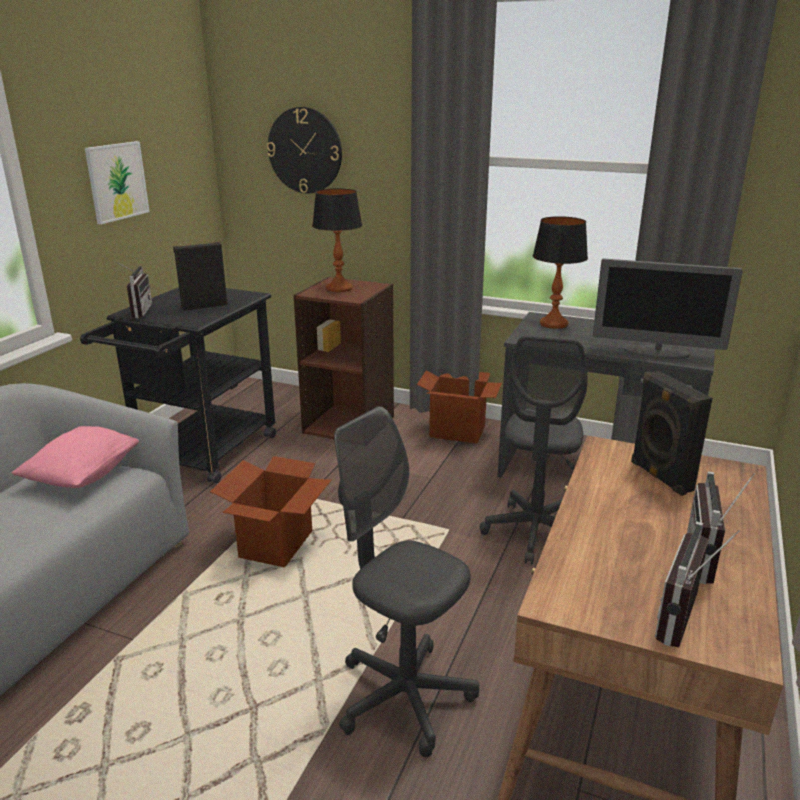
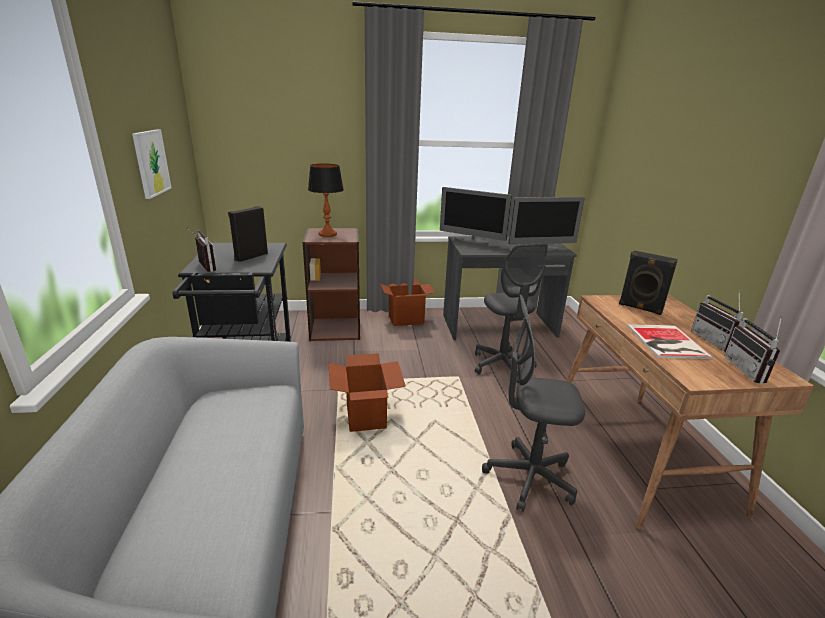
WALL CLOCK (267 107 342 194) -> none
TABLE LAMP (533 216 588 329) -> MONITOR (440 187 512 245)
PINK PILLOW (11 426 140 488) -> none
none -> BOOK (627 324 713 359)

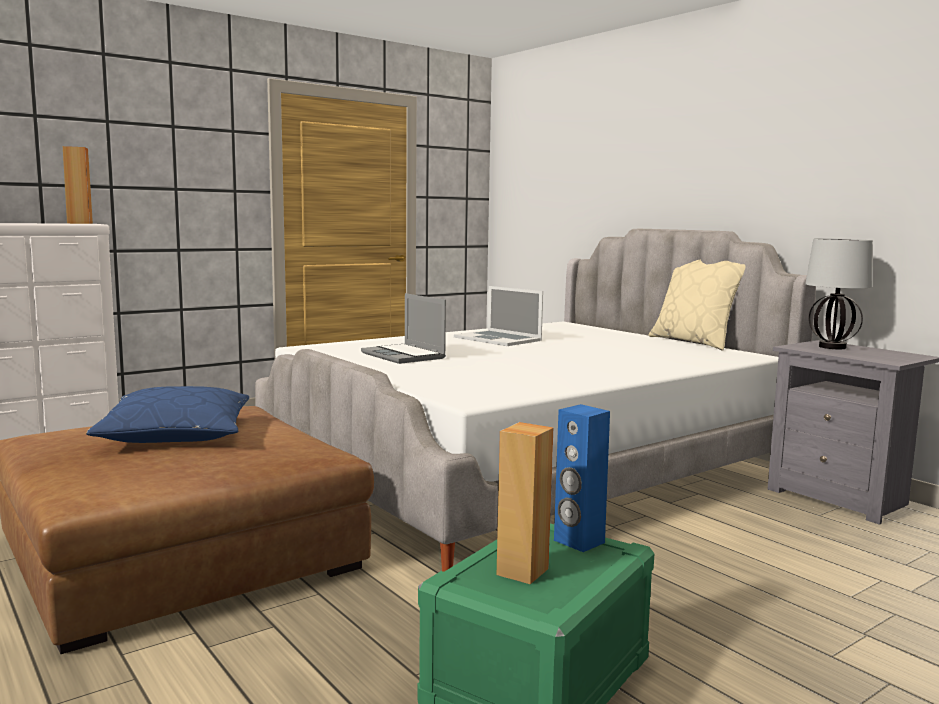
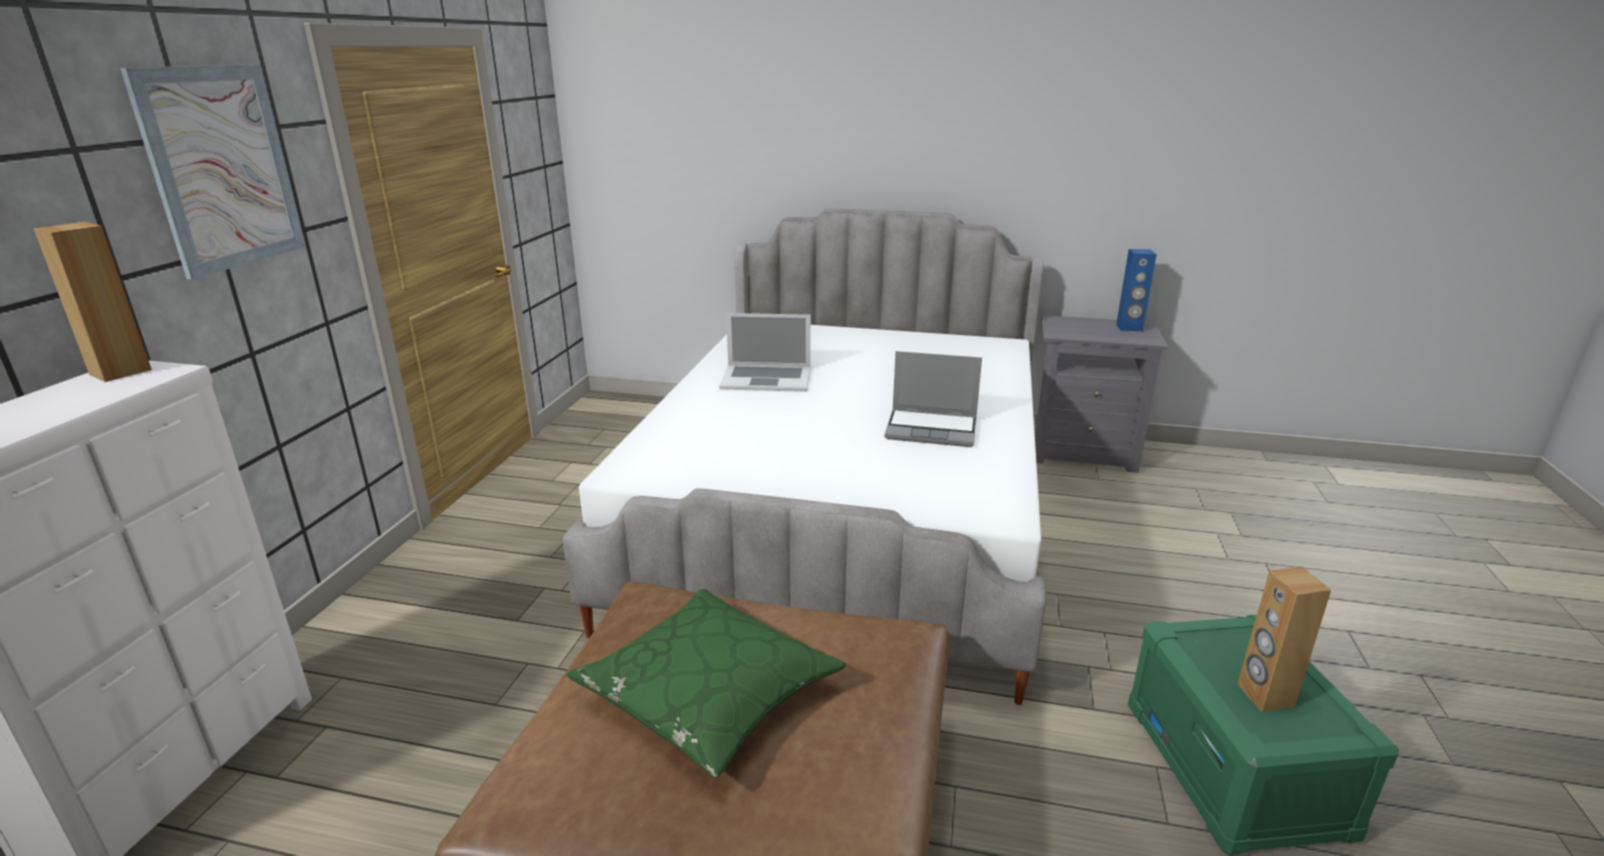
TABLE LAMP (805 239 873 349) -> none
BEIGE PILLOW (648 260 746 351) -> none
LAPTOP (361 293 446 364) -> LAPTOP (885 351 982 447), move
BLUE PILLOW (86 386 249 443) -> GREEN PILLOW (566 589 846 779)
BLUE SPEAKER (554 404 610 552) -> BLUE SPEAKER (1116 249 1157 331), move
none -> PICTURE (120 64 306 280)

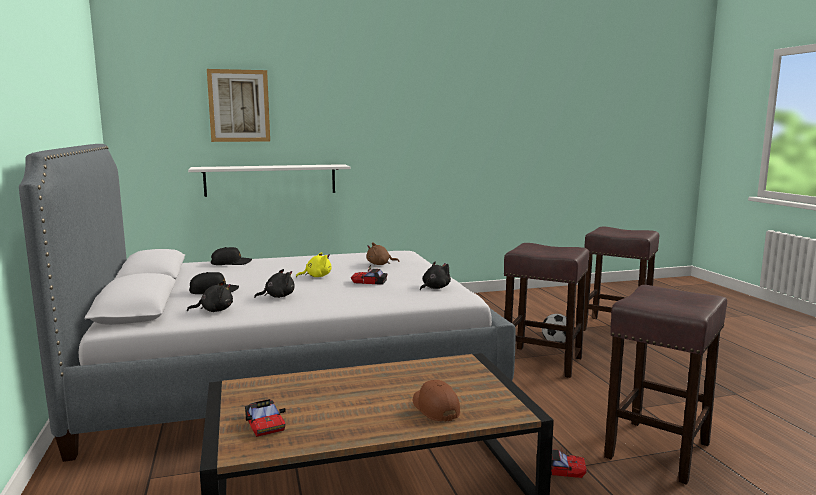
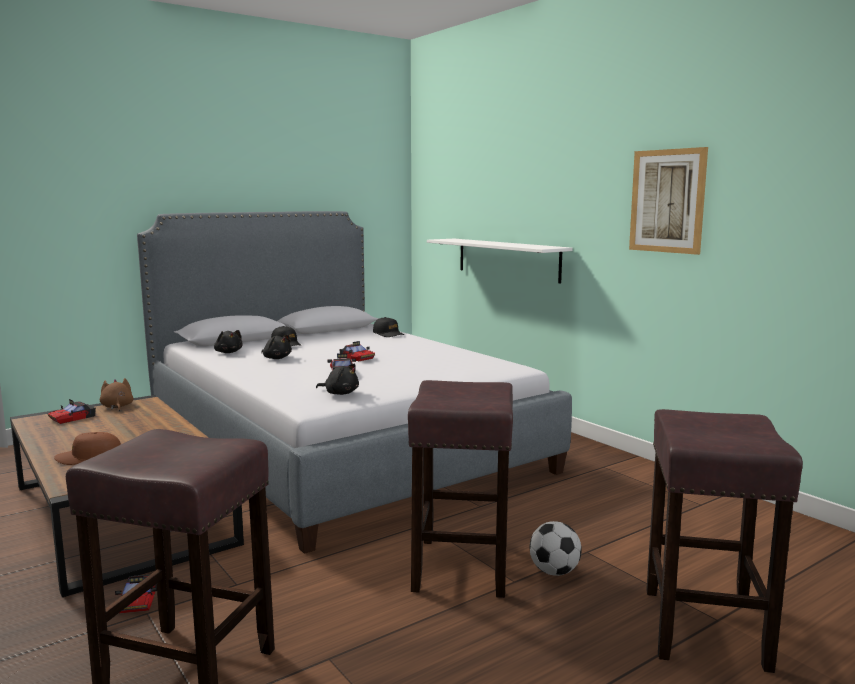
PICTURE (207 69 270 142) -> PICTURE (629 147 708 255), move
BROWN PLUSH TOY (366 242 400 265) -> BROWN PLUSH TOY (100 378 134 411), move
YELLOW PLUSH TOY (296 252 331 277) -> TOY CAR (339 341 375 361)
BROWN CAP (413 380 460 422) -> BROWN CAP (54 432 121 465), 150 degrees counterclockwise

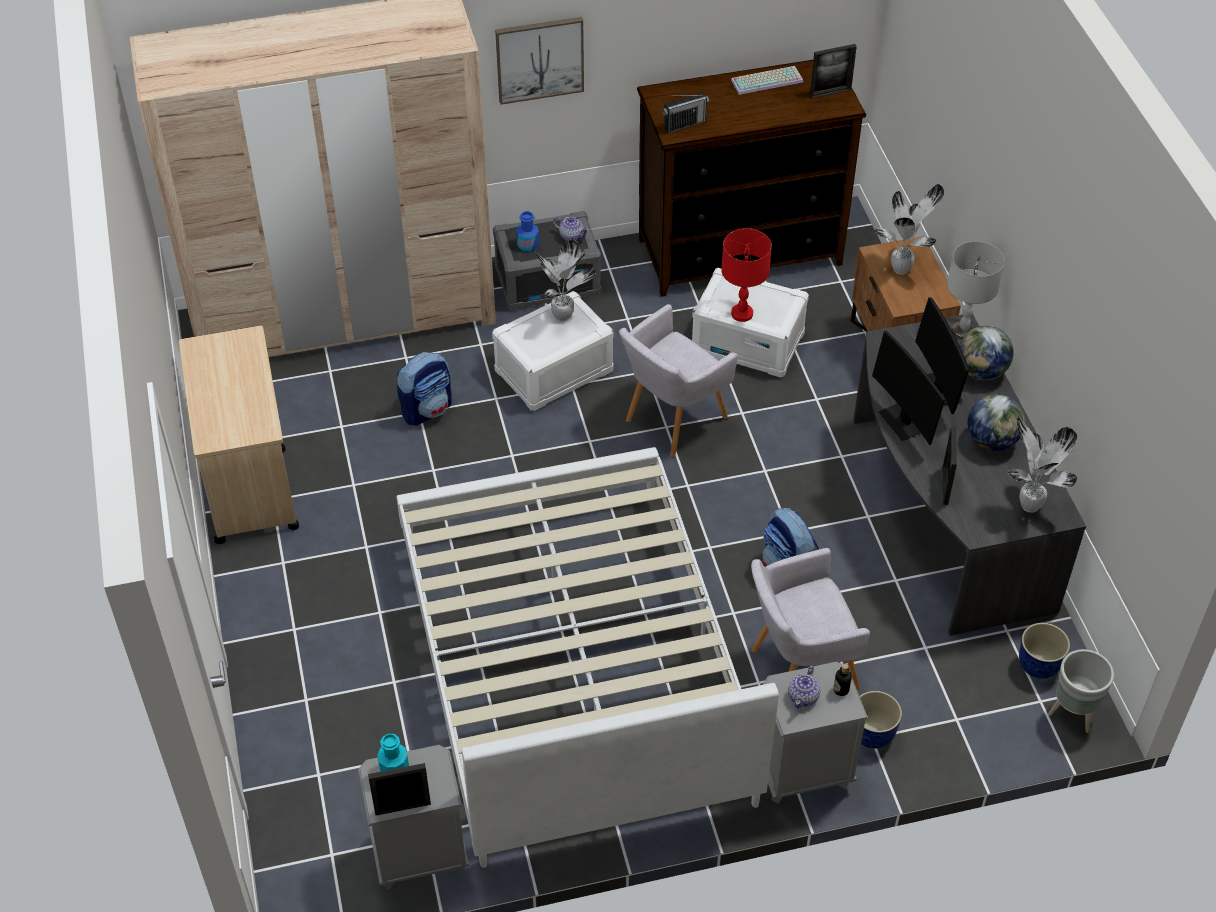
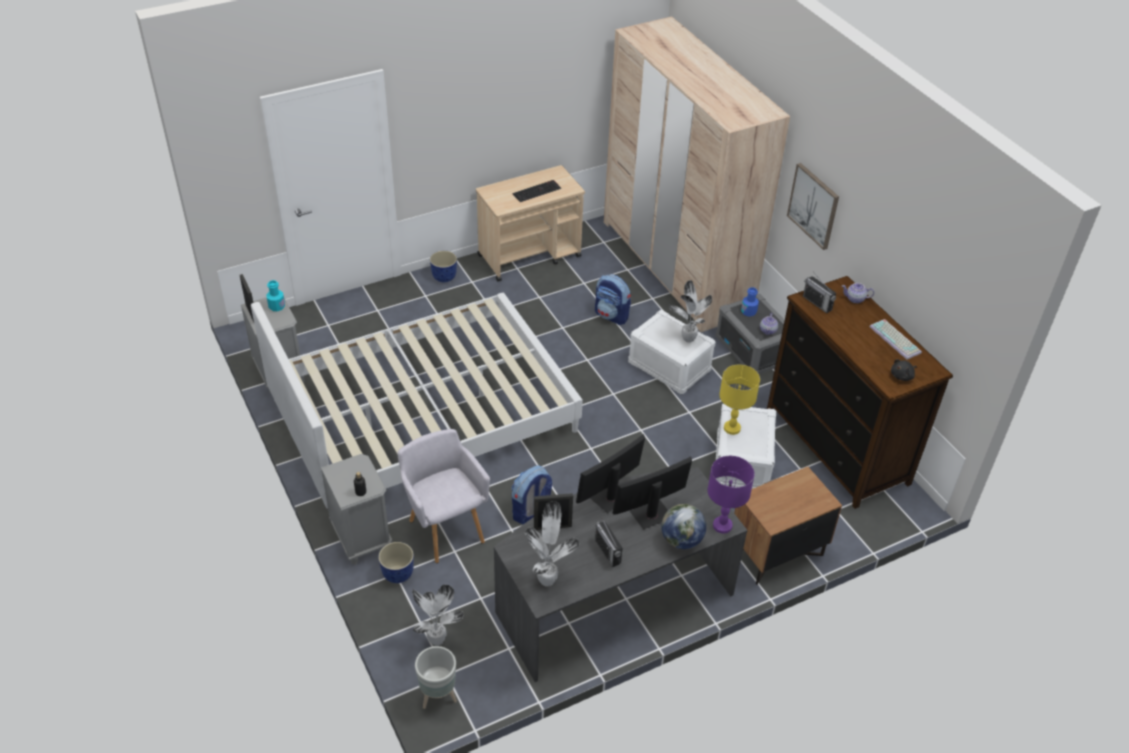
PICTURE FRAME (810 44 857 99) -> BLACK PLUSH TOY (891 359 917 381)
POTTED PLANT (875 184 944 275) -> POTTED PLANT (412 584 464 646), move
RED TABLE LAMP (721 228 772 322) -> YELLOW TABLE LAMP (719 365 760 435)
GREY TABLE LAMP (947 241 1005 340) -> PURPLE TABLE LAMP (708 456 755 534)
GREY ARMCHAIR (619 304 738 458) -> none
GLOBE (968 394 1025 451) -> RADIO (595 518 622 567)
PLANTER (1019 623 1070 679) -> PLANTER (430 251 457 282), move
TEAPOT (788 666 820 708) -> TEAPOT (842 283 874 303), move
none -> KEYBOARD (513 180 561 202)

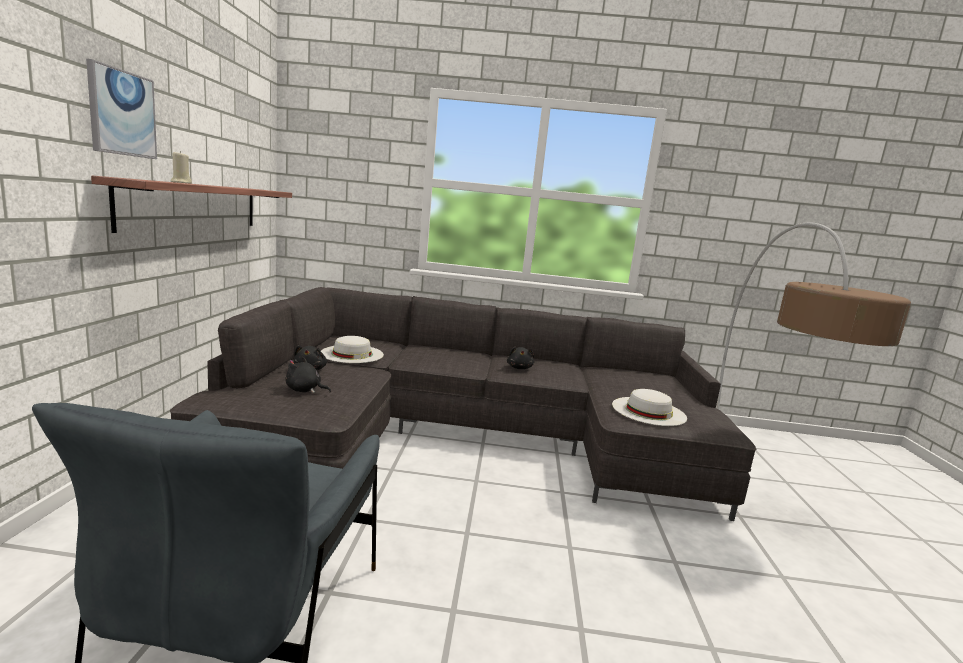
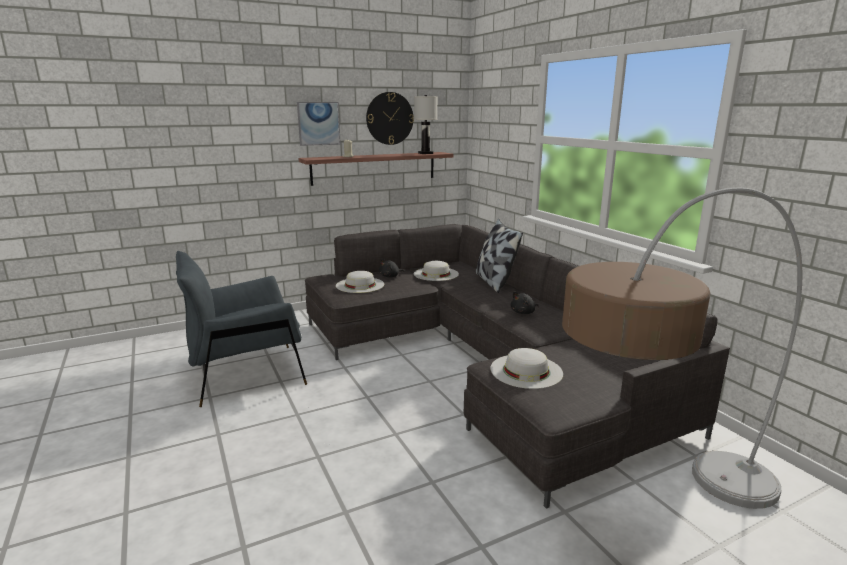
BLACK PLUSH TOY (285 357 331 393) -> WHITE HAT (336 271 384 293)
none -> WALL CLOCK (366 92 414 145)
none -> WHITE TABLE LAMP (414 95 438 154)
none -> PILLOW (476 219 523 293)

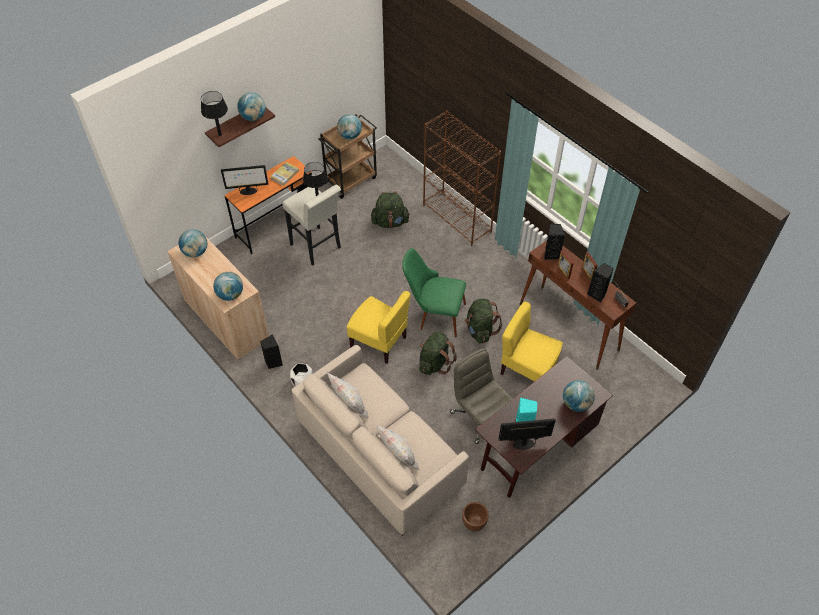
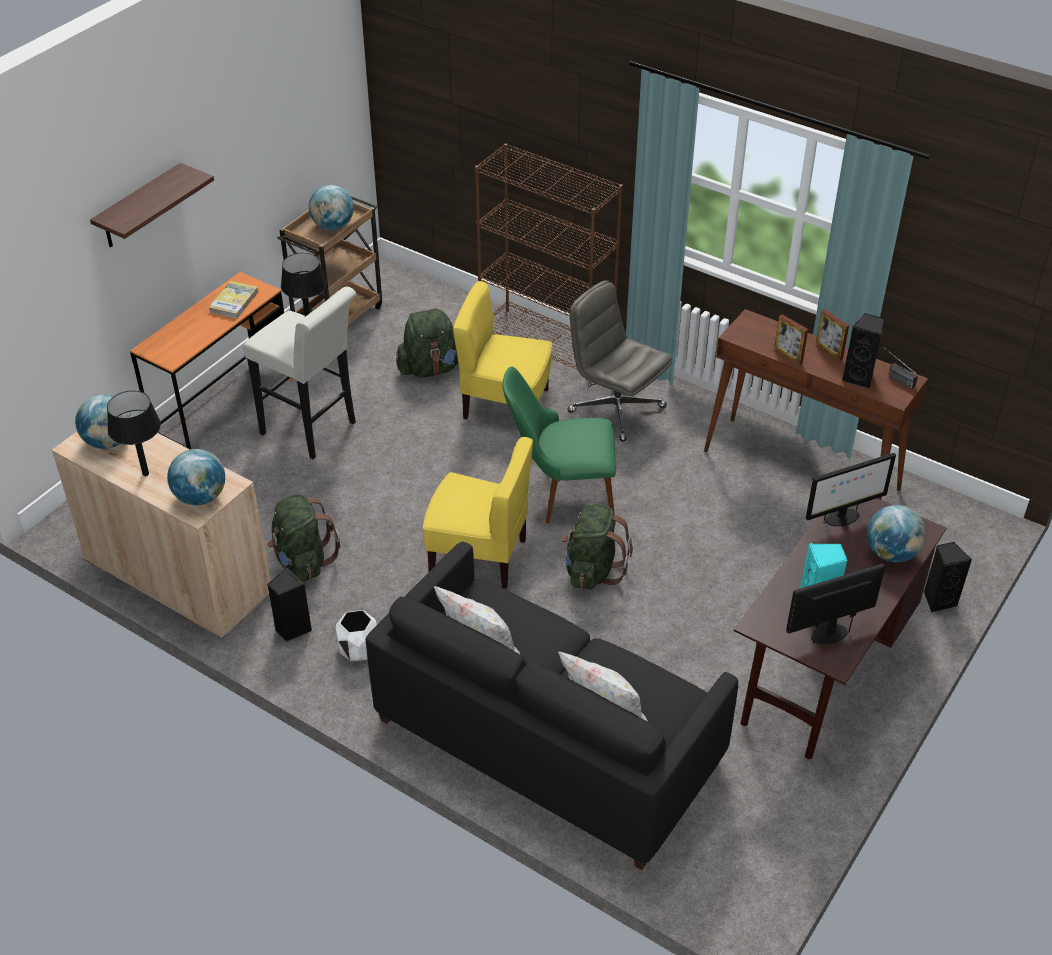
BLACK TABLE LAMP (201 91 228 136) -> BLACK TABLE LAMP (107 391 161 476), move
GLOBE (237 92 266 121) -> none
MONITOR (221 165 269 195) -> MONITOR (806 453 896 526), move
BLACK SPEAKER (544 224 565 260) -> BLACK SPEAKER (924 542 972 613), move
GREEN BACKPACK (465 298 502 344) -> GREEN BACKPACK (267 494 340 582), move
YELLOW CHAIR (501 301 563 381) -> YELLOW CHAIR (453 281 552 419), move
BEIGE SOFA (292 345 469 536) -> BLACK SOFA (365 542 738 870)
GREY OFFICE CHAIR (450 348 513 444) -> GREY OFFICE CHAIR (567 280 672 442), move
BROWN PLANTER (462 502 489 531) -> none

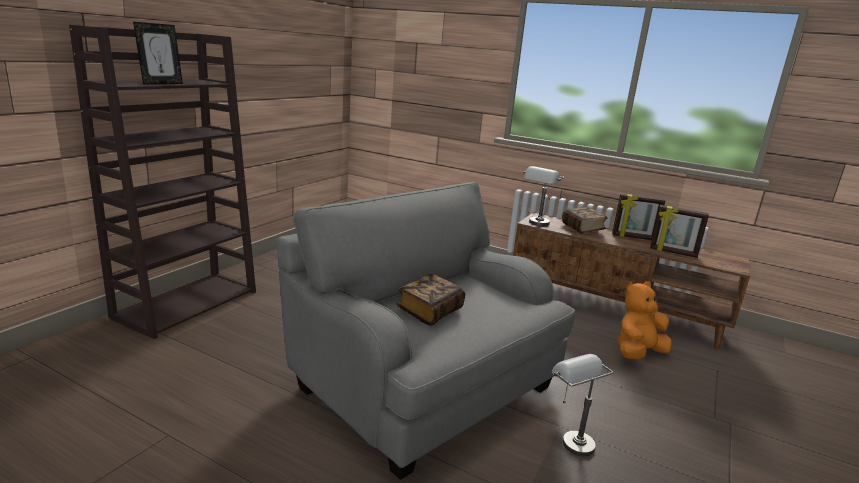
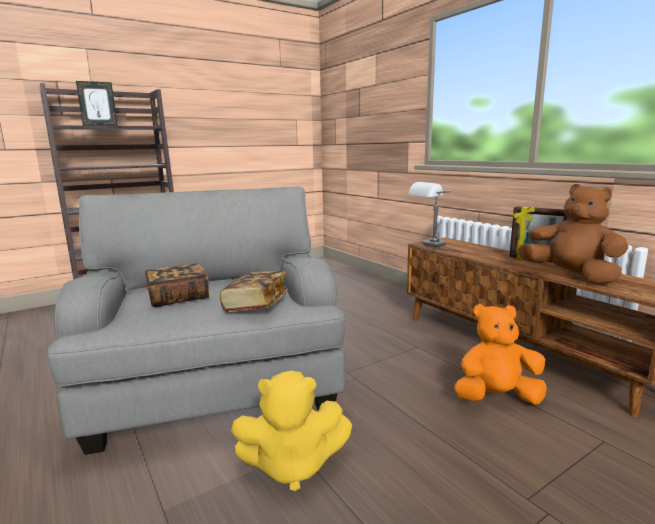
PICTURE FRAME (650 205 709 258) -> BROWN PLUSH TOY (518 184 629 283)
BOOK (562 207 607 234) -> BOOK (220 271 288 312), move
GREY TABLE LAMP (552 354 613 456) -> YELLOW PLUSH TOY (231 371 352 492)

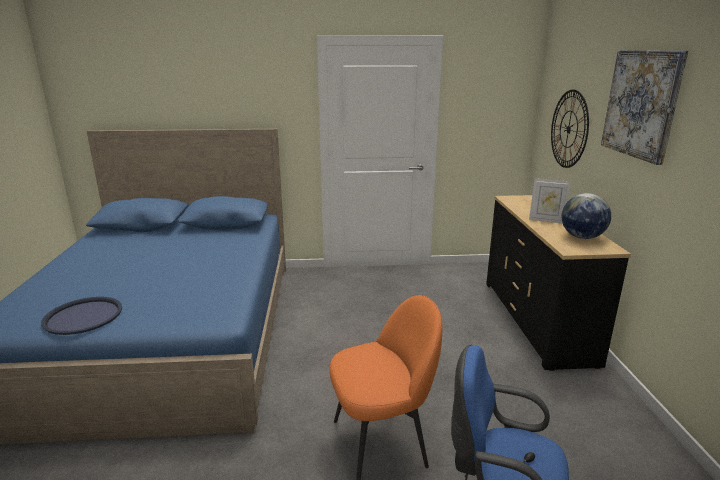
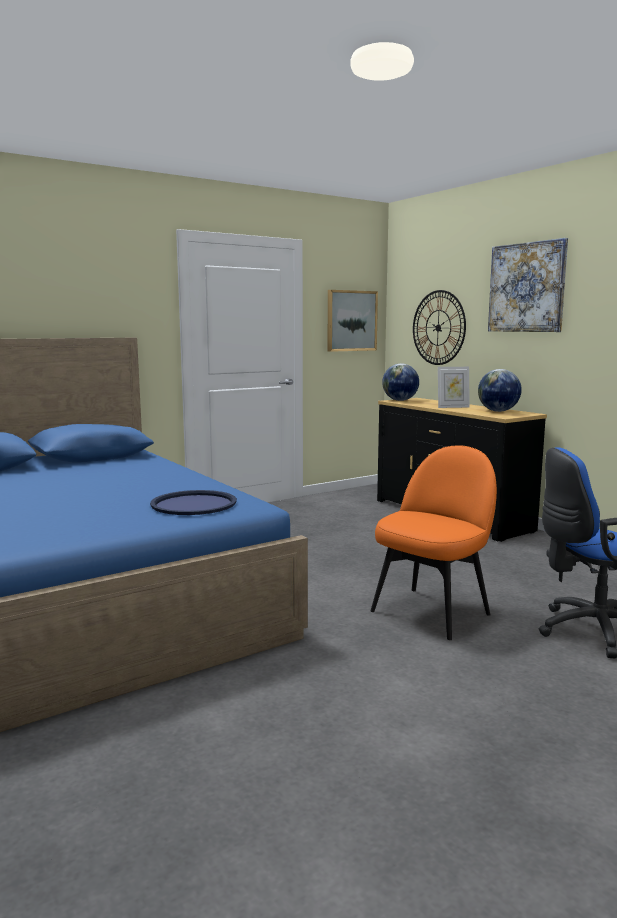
BLUE TRAY (41 297 122 335) -> BLUE TRAY (150 490 237 515), move
none -> PICTURE (327 290 378 352)
none -> GLOBE (382 363 419 401)

